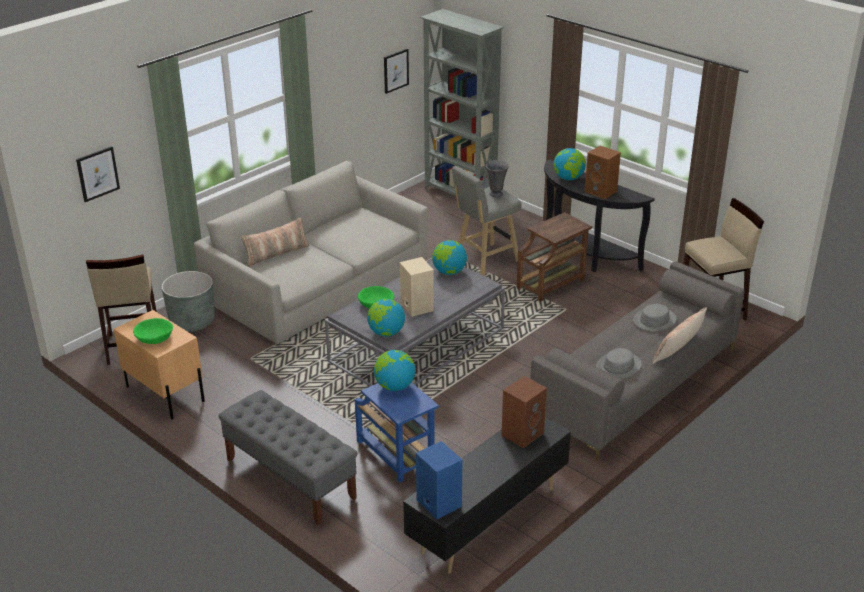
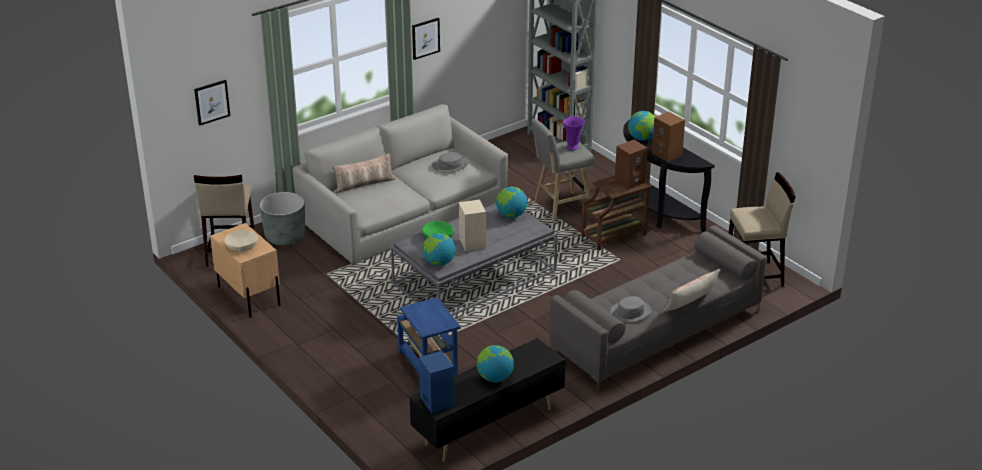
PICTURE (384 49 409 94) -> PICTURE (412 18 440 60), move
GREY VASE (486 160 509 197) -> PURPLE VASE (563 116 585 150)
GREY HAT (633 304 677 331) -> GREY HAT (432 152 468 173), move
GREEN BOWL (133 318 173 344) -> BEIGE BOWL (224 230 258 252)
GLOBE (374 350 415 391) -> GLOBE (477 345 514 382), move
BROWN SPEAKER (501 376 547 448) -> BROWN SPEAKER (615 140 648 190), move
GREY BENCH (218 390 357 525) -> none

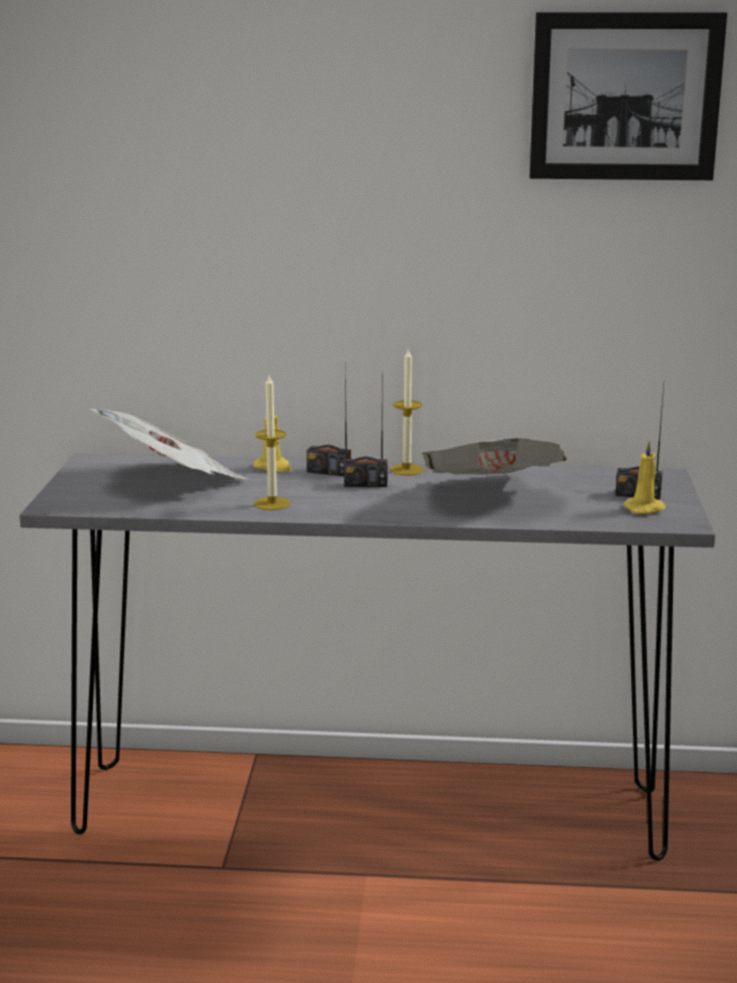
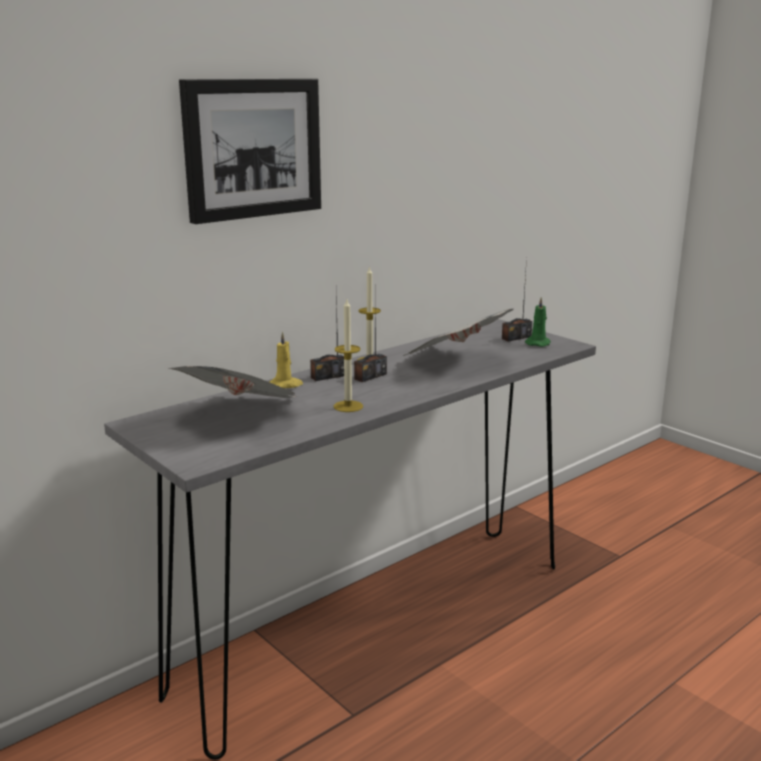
PICTURE (529 12 727 180) -> PICTURE (179 79 321 224), move
YELLOW CANDLE (624 440 666 514) -> GREEN CANDLE (525 297 550 347)

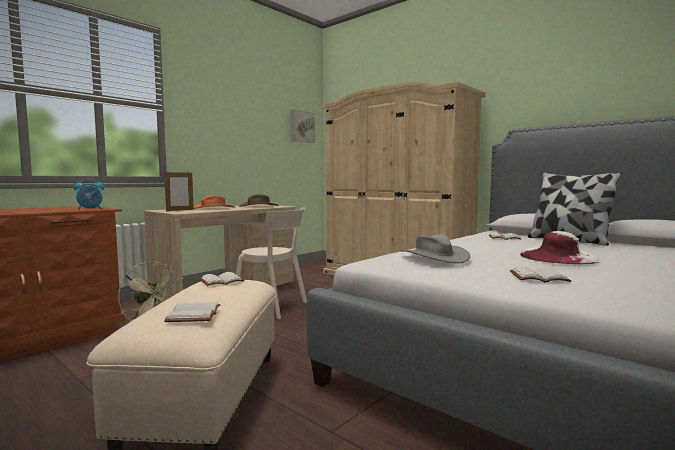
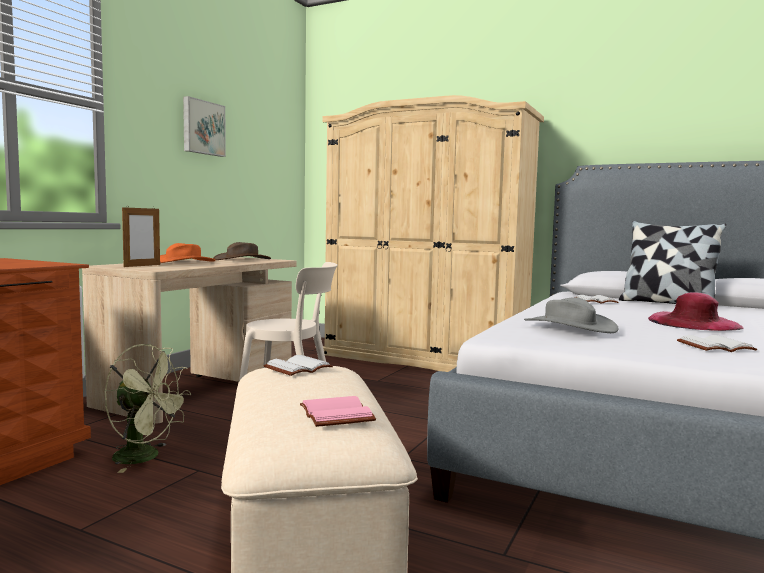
PICTURE (291 109 315 143) -> PICTURE (183 96 226 157), move
ALARM CLOCK (74 178 104 210) -> none
WHITE HAT (520 231 601 264) -> PINK HAT (648 292 743 331)
WHITE BOOK (164 302 221 322) -> PINK BOOK (300 396 376 427)

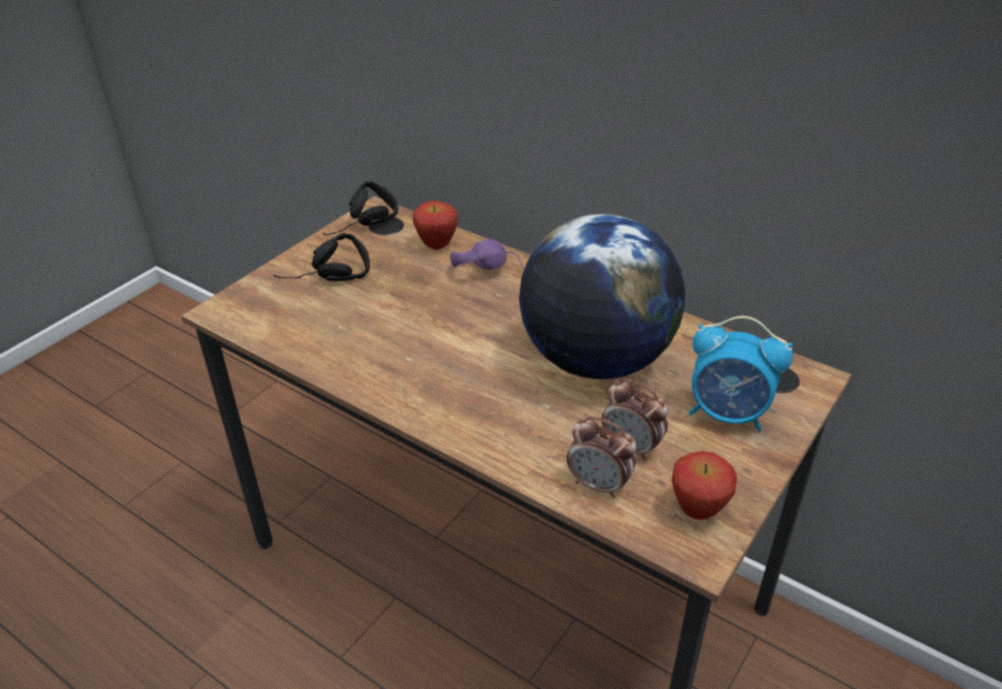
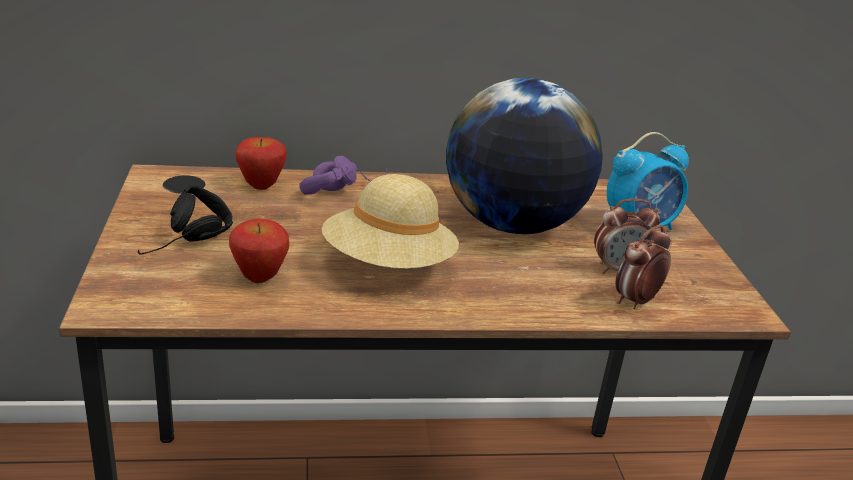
BLACK HEADPHONES (323 181 398 235) -> none
ALARM CLOCK (567 416 637 498) -> ALARM CLOCK (615 225 672 309), 150 degrees clockwise
APPLE (672 451 737 520) -> APPLE (229 219 289 283), move
none -> BEIGE HAT (322 174 459 269)

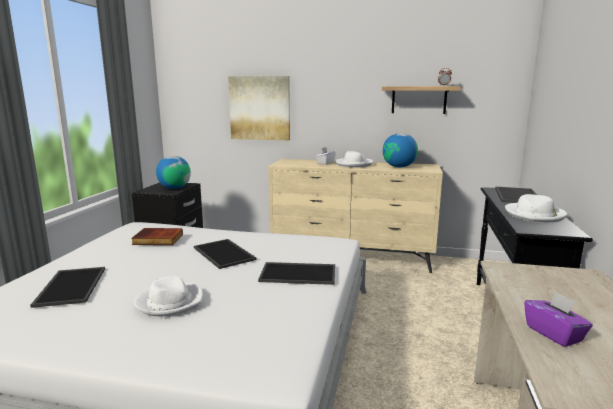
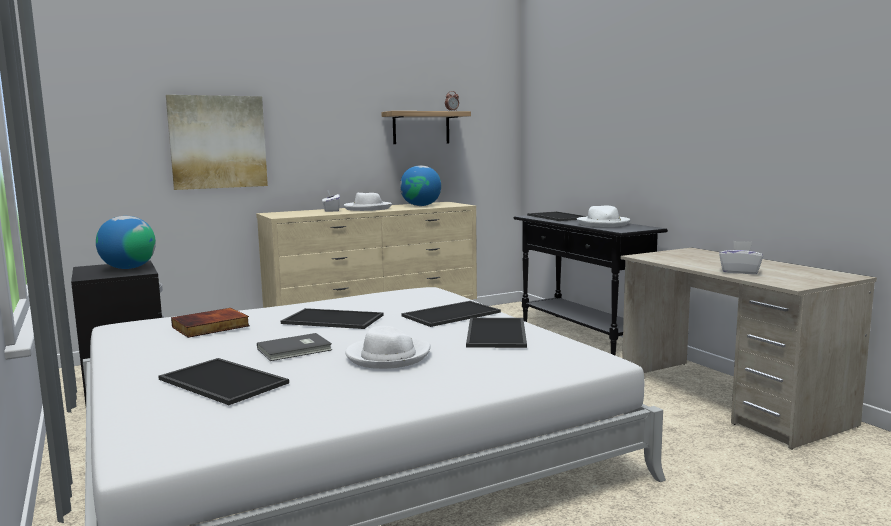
PURPLE TISSUE BOX (524 291 593 347) -> WHITE TISSUE BOX (719 241 763 274)
none -> TRAY (466 318 527 348)
none -> GREY BOOK (257 333 332 361)

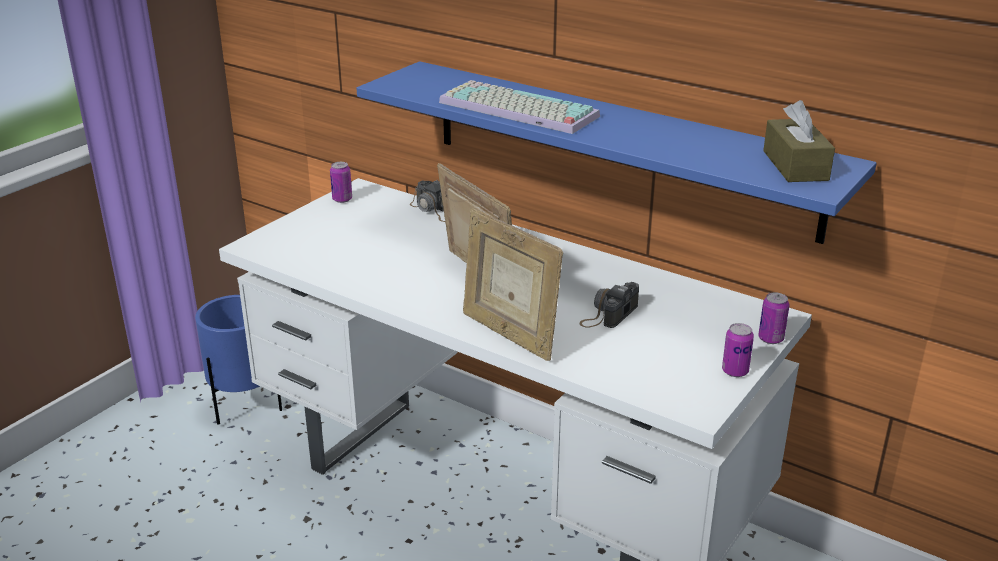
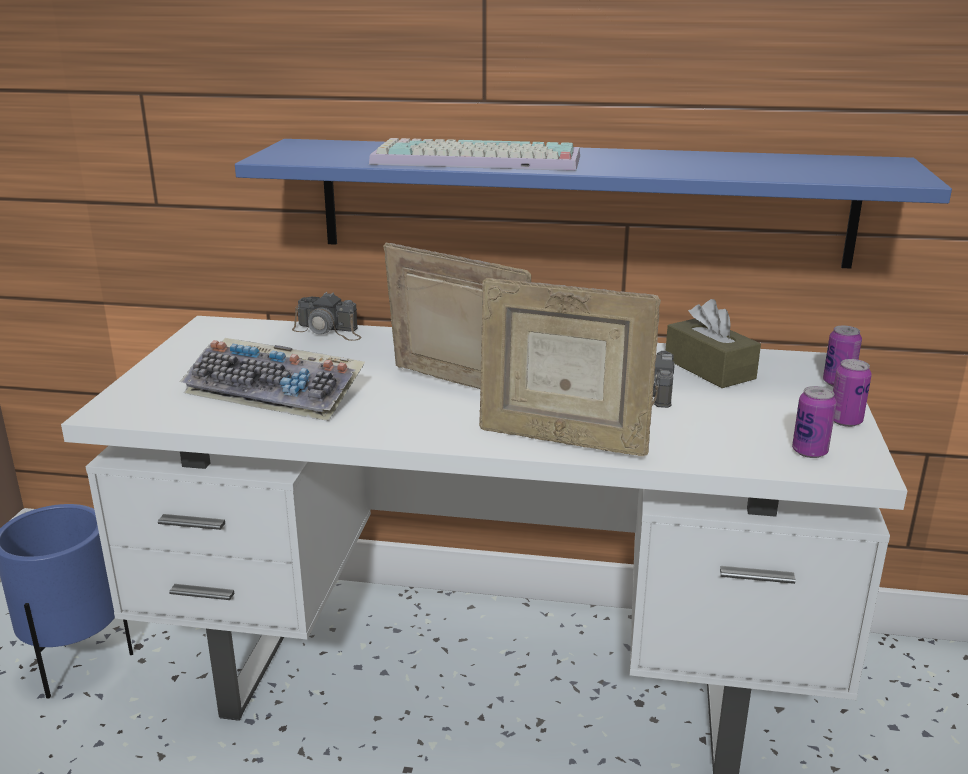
BROWN TISSUE BOX (763 100 835 182) -> BROWN TISSUE BOX (666 299 761 388), move
CAN (330 162 352 203) -> CAN (792 386 837 458), move
none -> KEYBOARD (180 338 365 421)

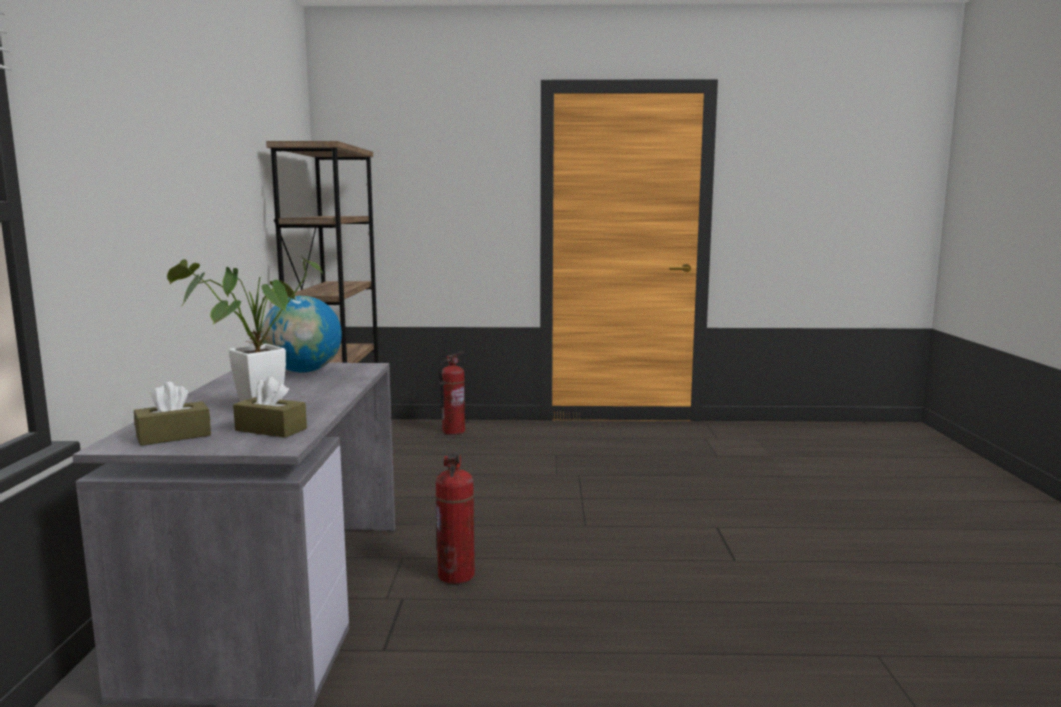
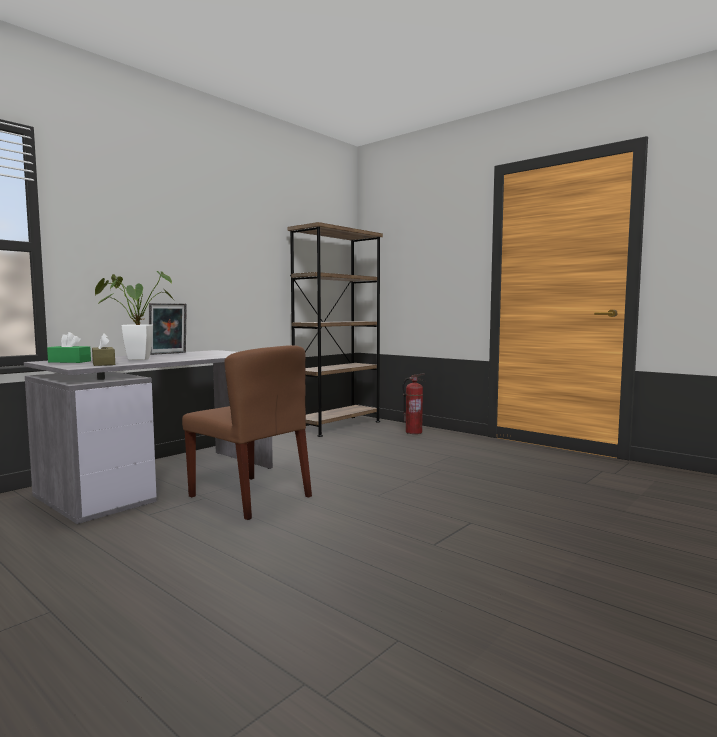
GLOBE (261 296 342 372) -> none
BROWN TISSUE BOX (134 382 211 446) -> GREEN TISSUE BOX (47 332 91 363)
FIRE EXTINGUISHER (435 453 475 584) -> BROWN CHAIR (182 345 312 520)
none -> PICTURE FRAME (149 303 187 355)

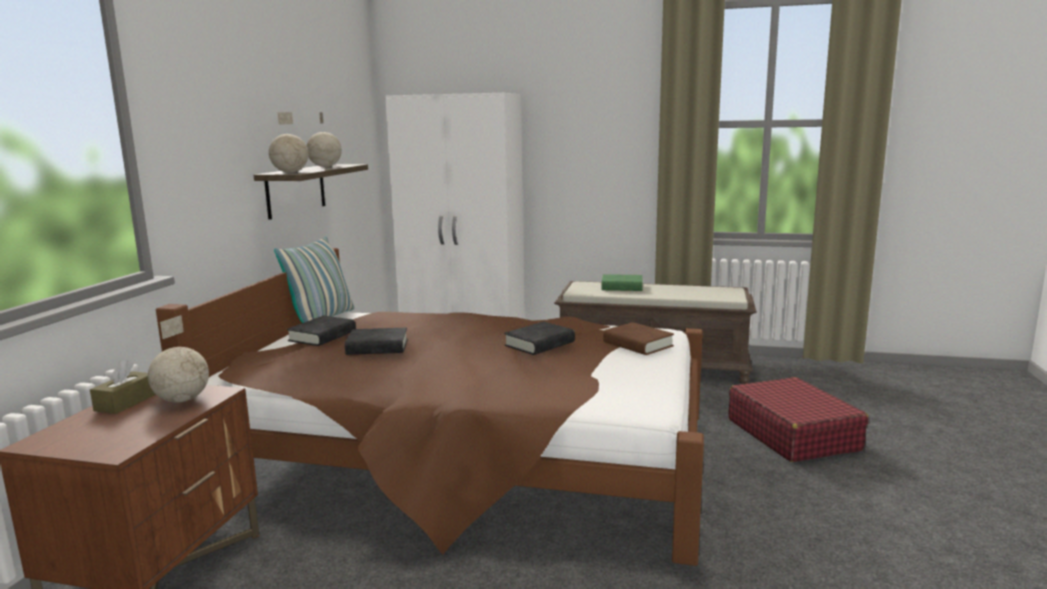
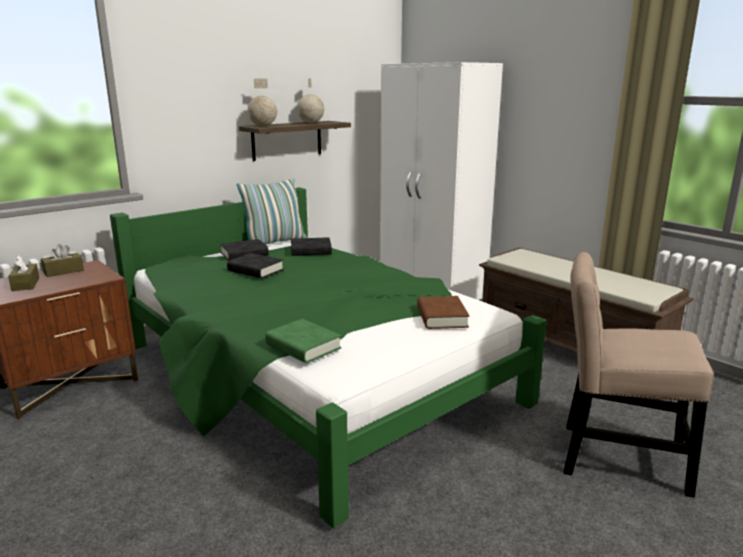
BROWN BED (156 248 704 566) -> GREEN BED (110 187 547 528)
GREEN BOOK (602 274 643 291) -> GREEN BOOK (265 319 342 363), move
GLOBE (148 315 209 403) -> none
BLACK BOOK (504 321 575 355) -> BLACK BOOK (291 237 332 256), move
RED SUITCASE (729 377 868 462) -> BEIGE CHAIR (564 252 714 497)
none -> BROWN TISSUE BOX (8 255 39 291)

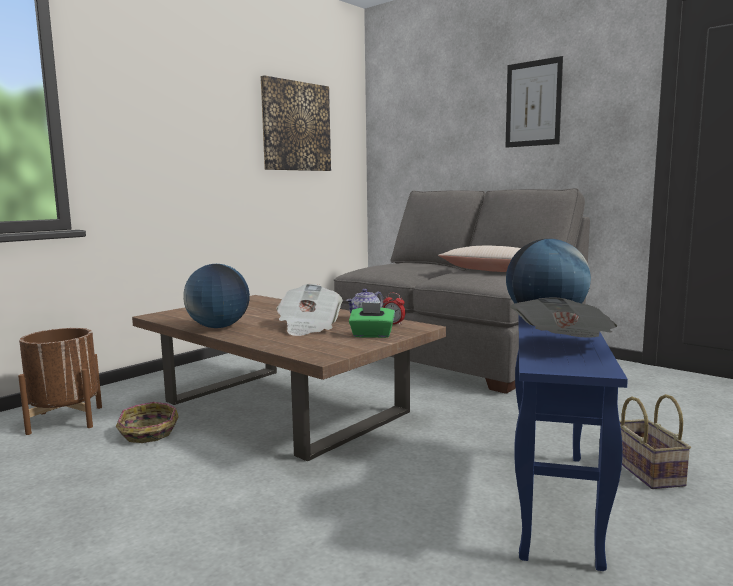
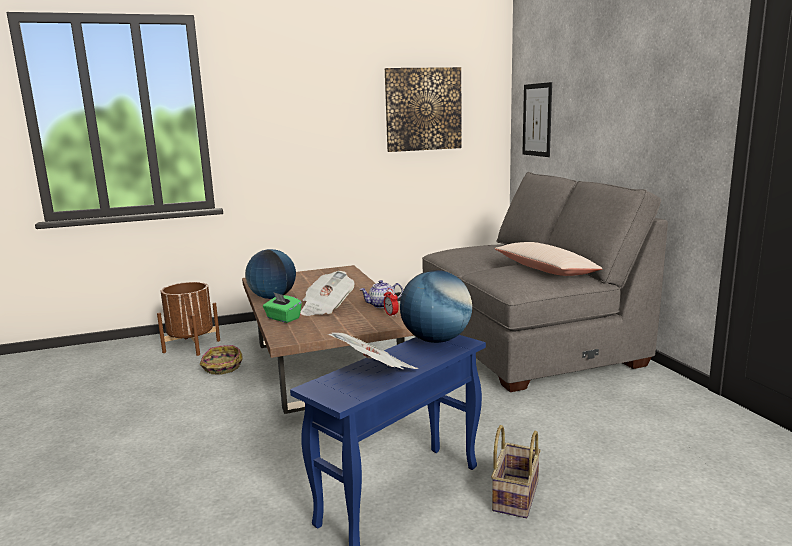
PICTURE (506 56 563 148) -> PICTURE (522 82 552 157), move
GREEN TISSUE BOX (349 302 395 338) -> GREEN TISSUE BOX (263 293 302 323), move

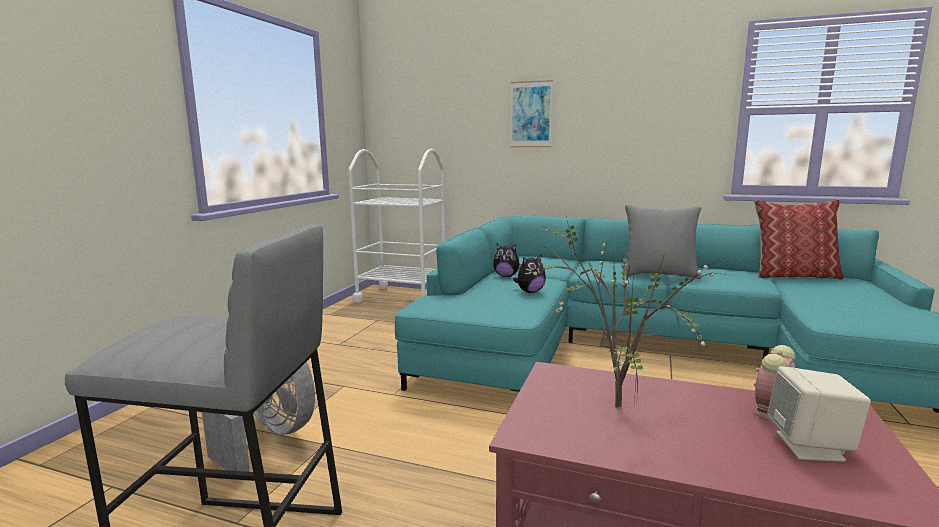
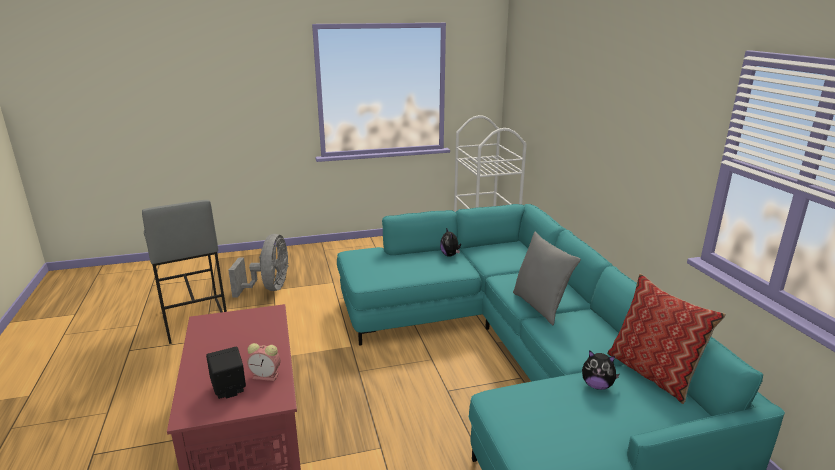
PICTURE (510 80 553 147) -> none
POTTED PLANT (528 217 728 407) -> none
PLUSH TOY (513 254 546 293) -> PLUSH TOY (582 350 620 390), move
BEIGE SPEAKER (767 366 871 462) -> BLACK SPEAKER (206 347 246 399)

